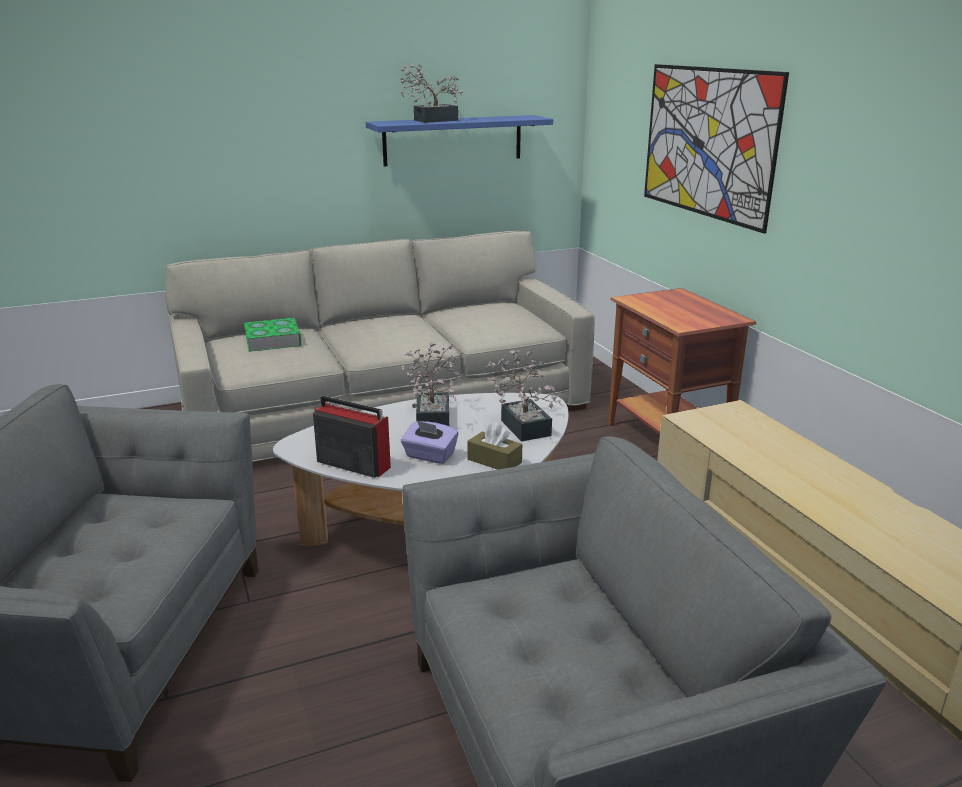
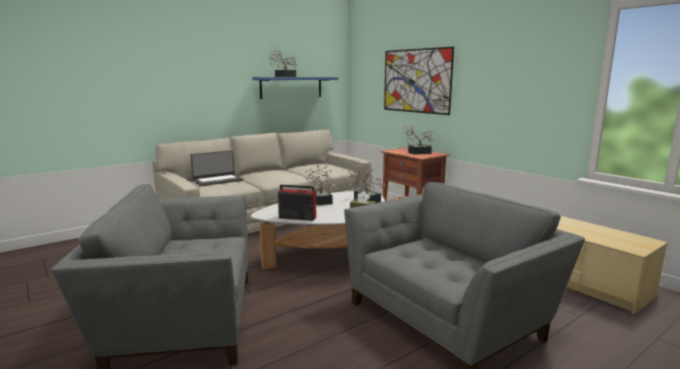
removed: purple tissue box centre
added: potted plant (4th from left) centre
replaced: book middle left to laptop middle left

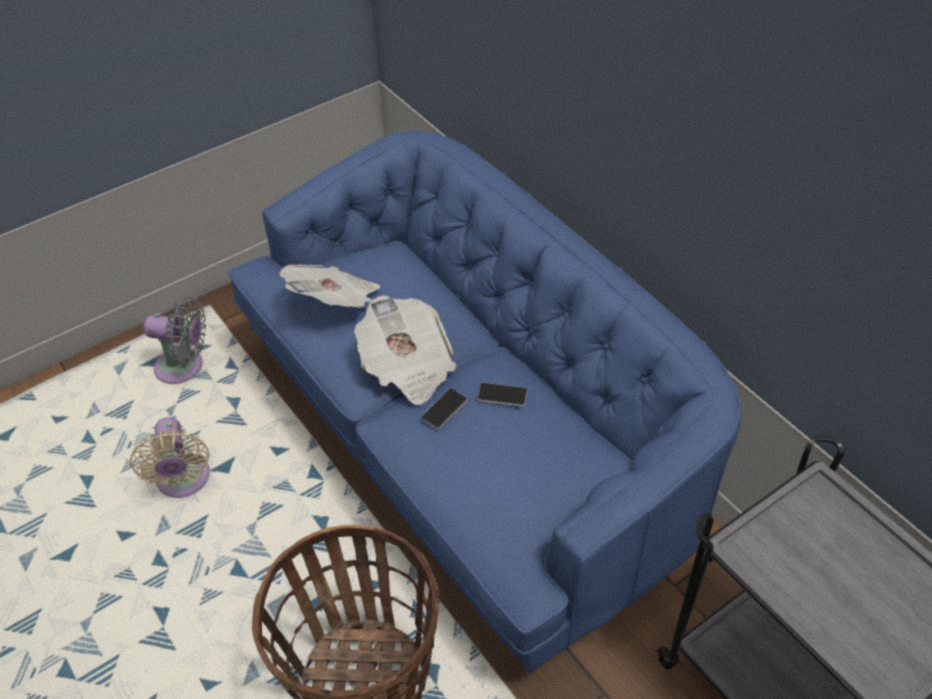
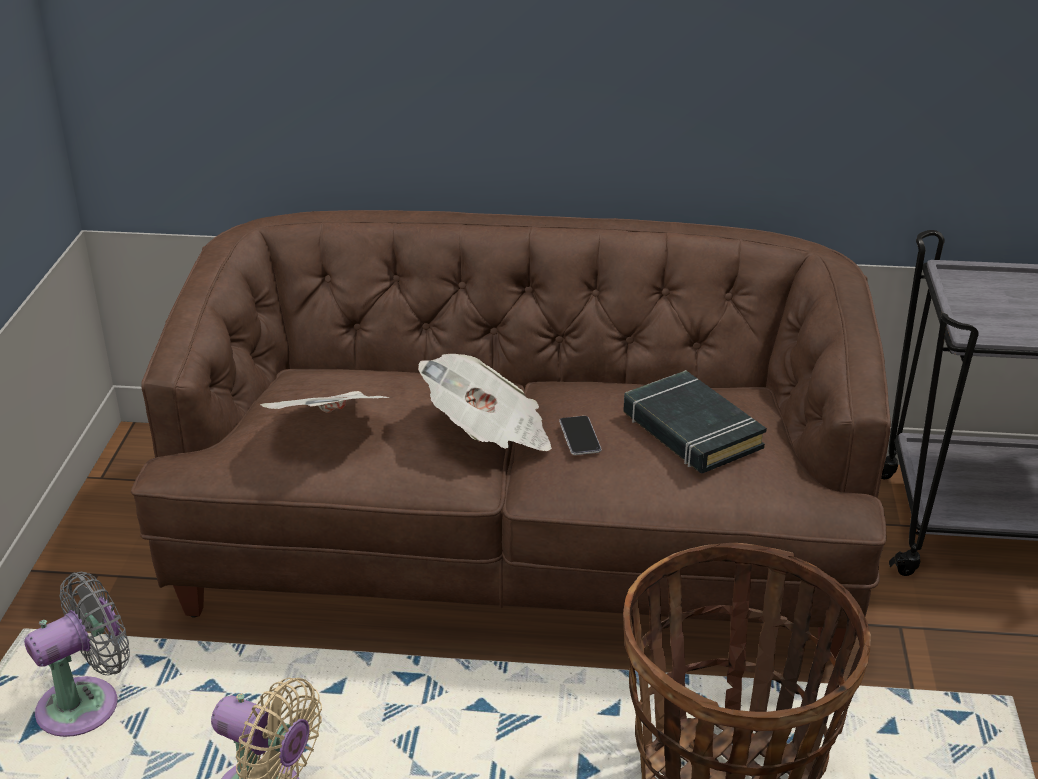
removed: phone (2nd from left) centre
added: black book middle right
recoloured: blue sofa centre to brown sofa centre

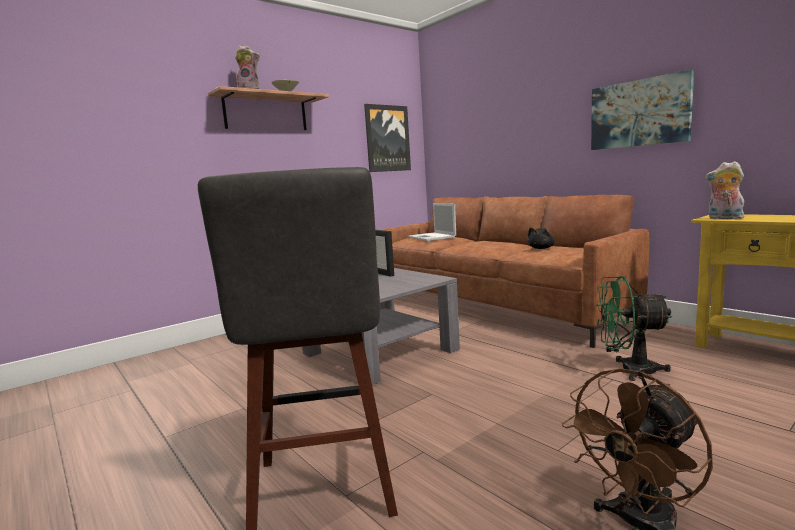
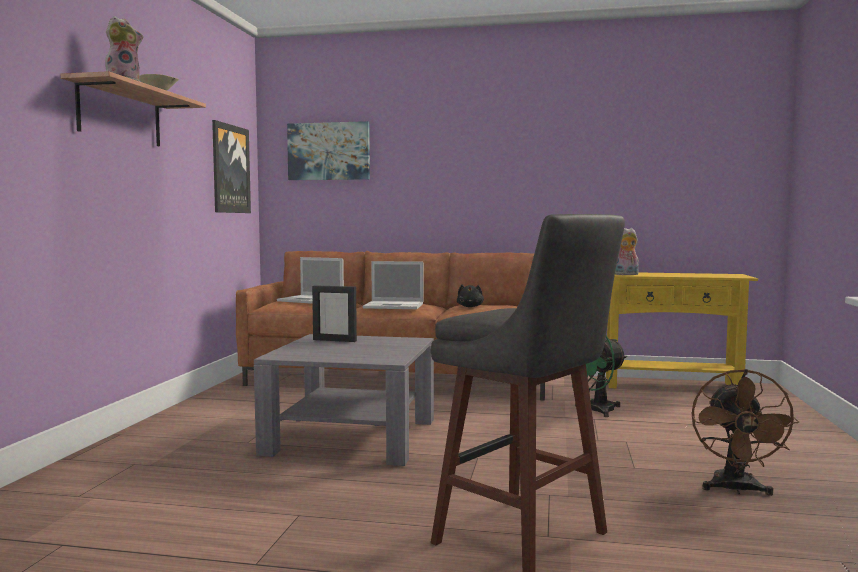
added: laptop (2nd from left) centre
moved: picture (2nd from left) top right to top centre

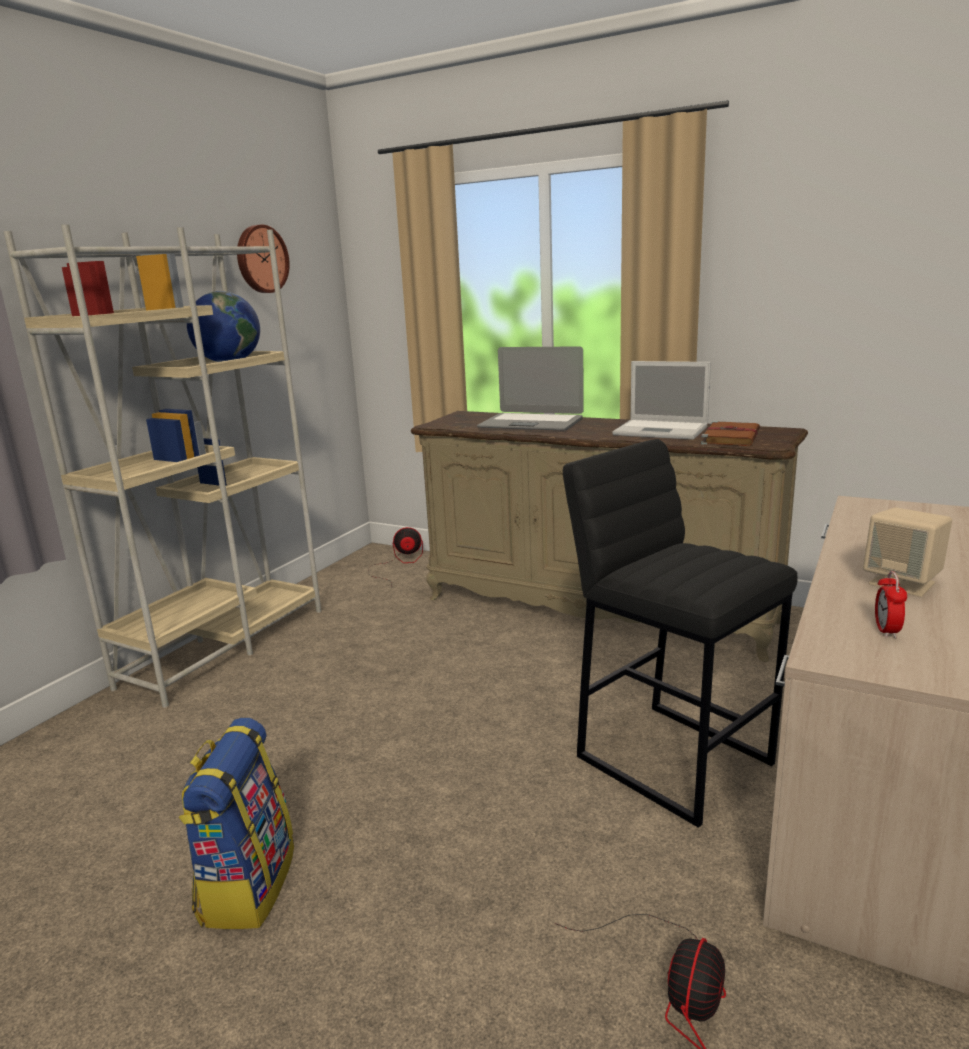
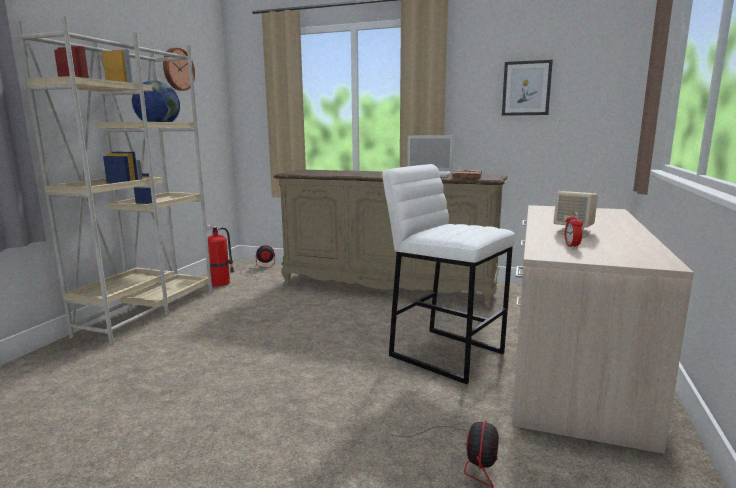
removed: backpack bottom left; laptop (1st from left) centre
added: fire extinguisher middle left; picture top right
recoloured: black stool middle right to white stool centre

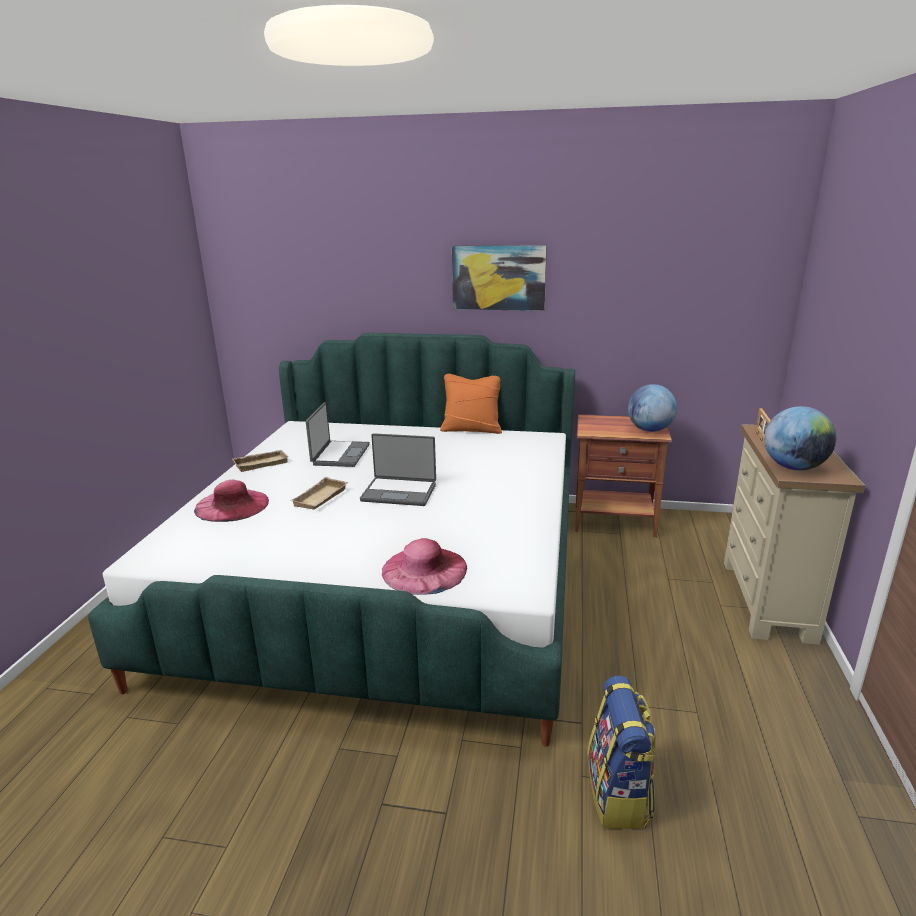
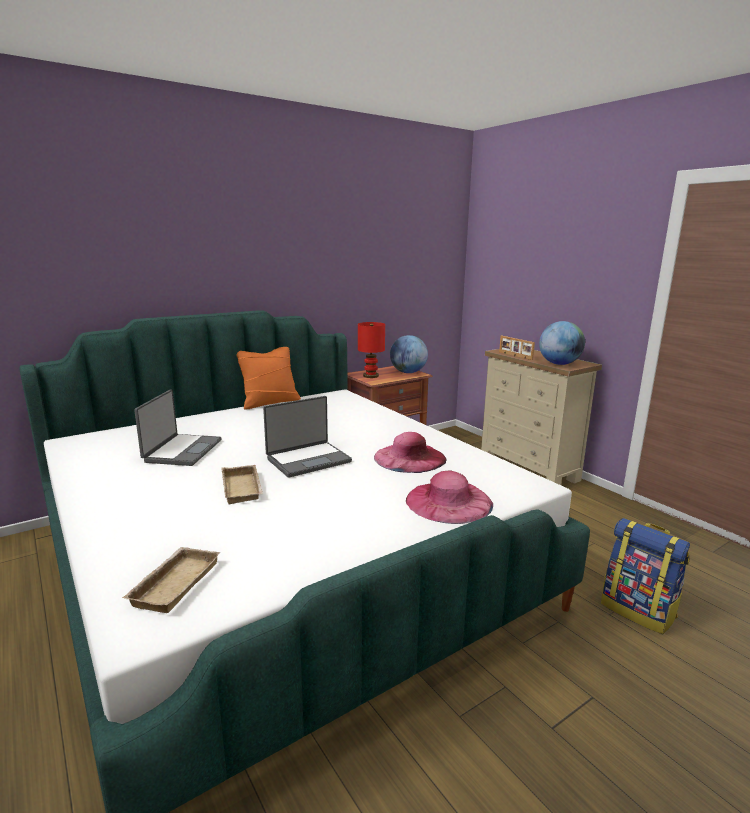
removed: picture top centre
added: red table lamp centre
moved: pink hat (1st from left) middle left to centre; beige tray (1st from left) middle left to bottom left
turned: laptop (1st from left) centre = middle left 45 degrees clockwise

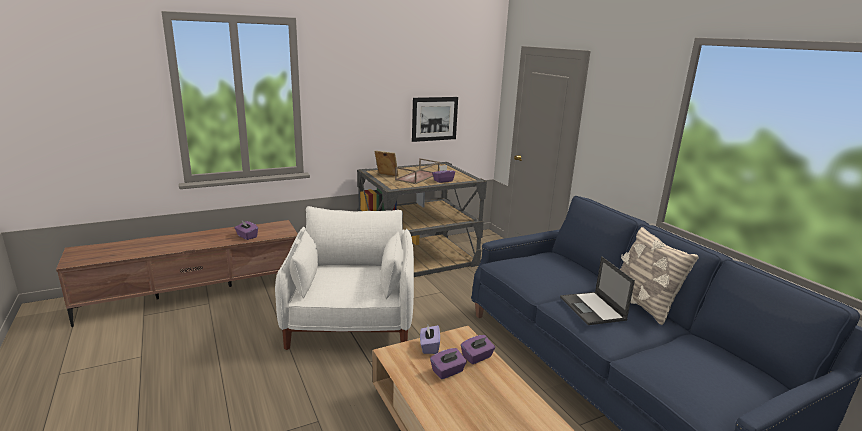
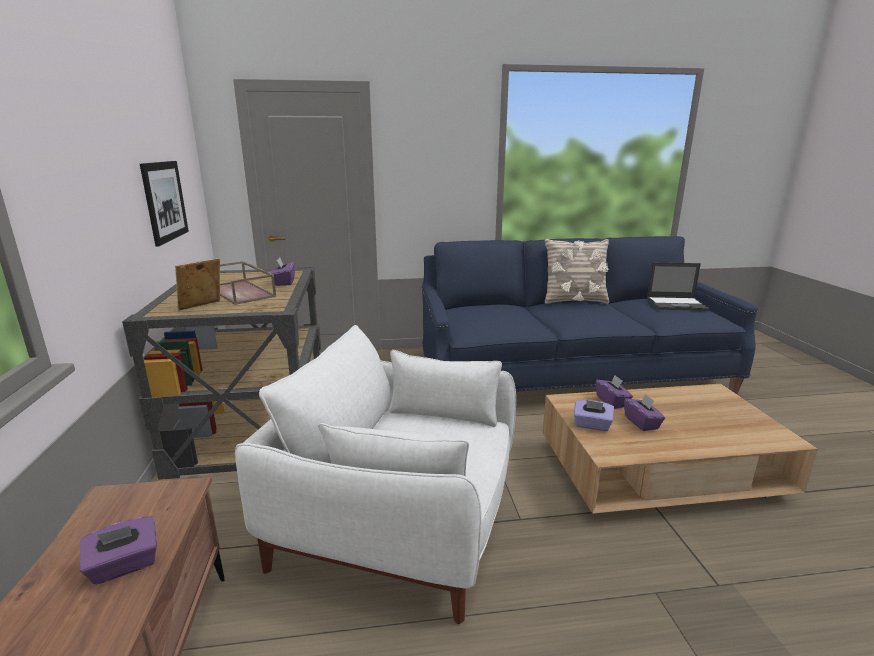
moved: laptop bottom right to middle right

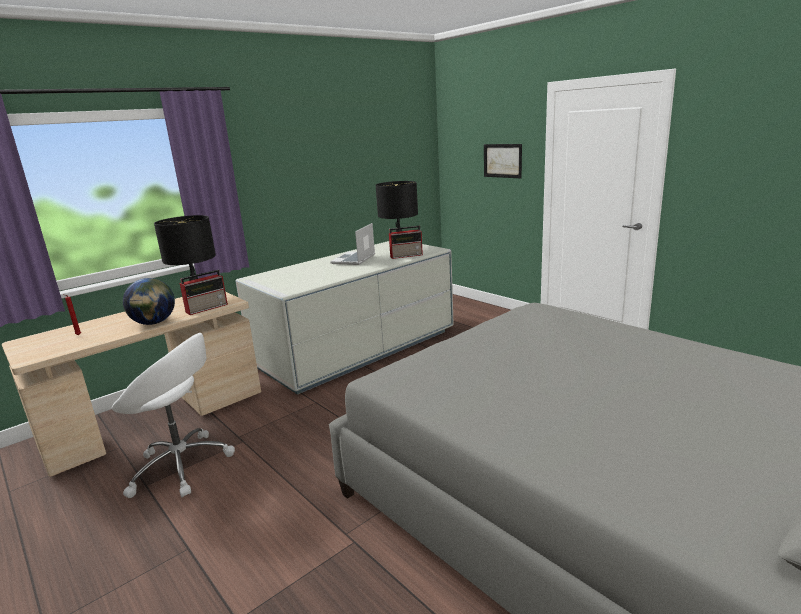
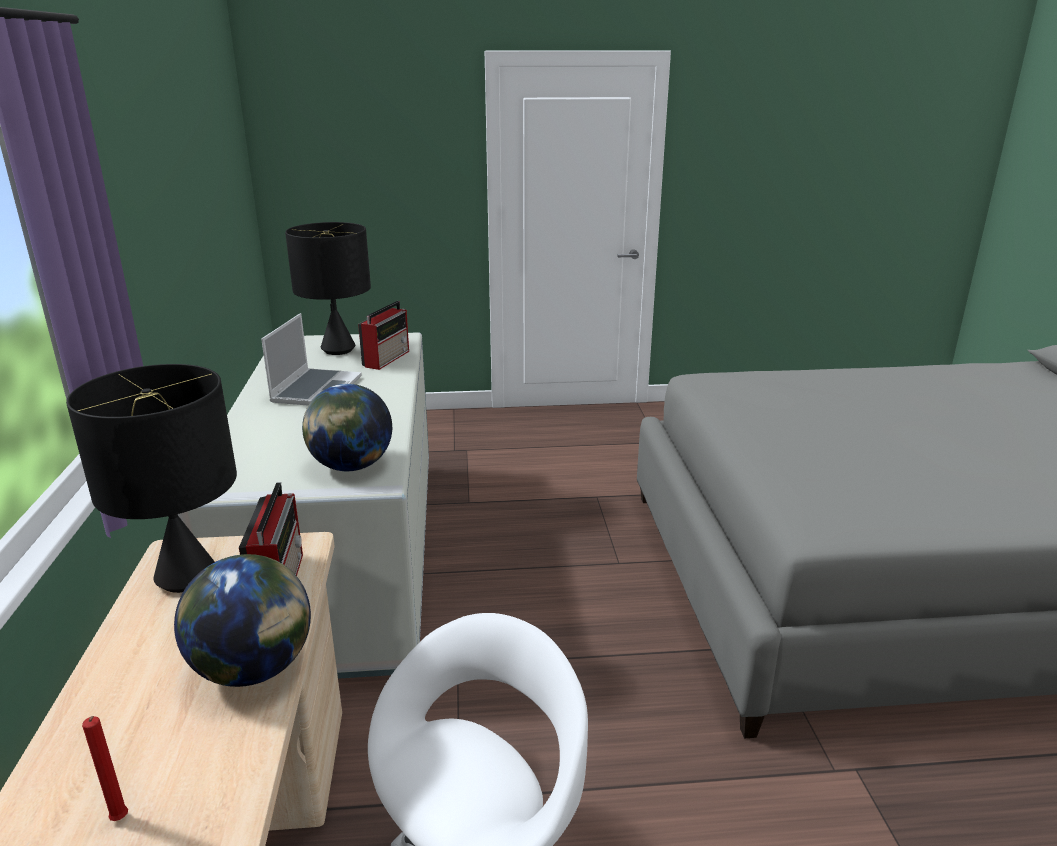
removed: picture top centre
added: globe (2nd from left) middle left
turned: laptop centre = middle left 135 degrees counterclockwise

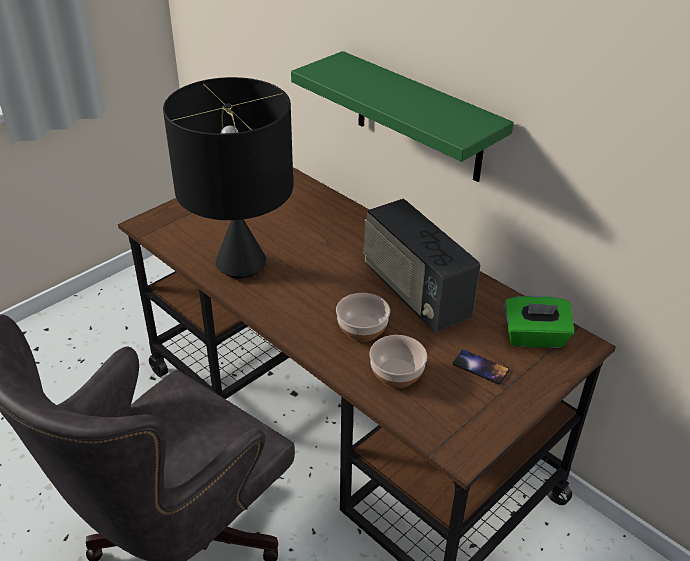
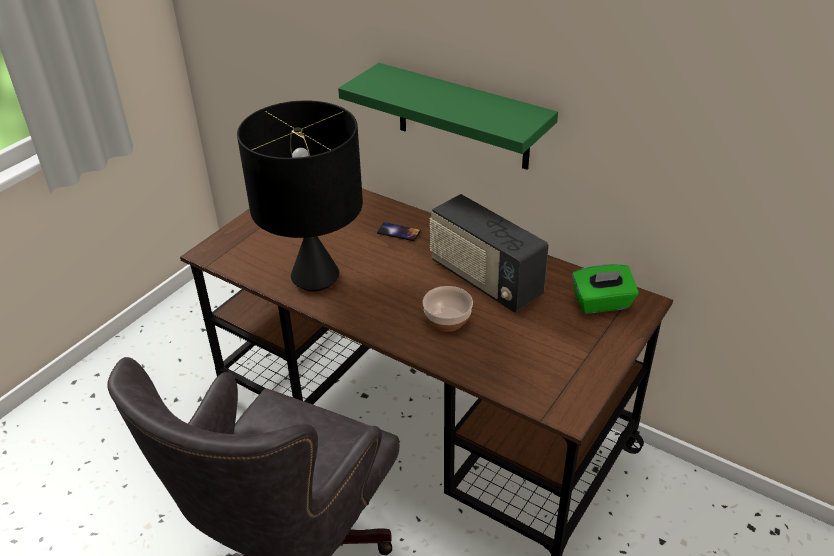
removed: bowl (2nd from left) centre
moved: phone middle right to centre

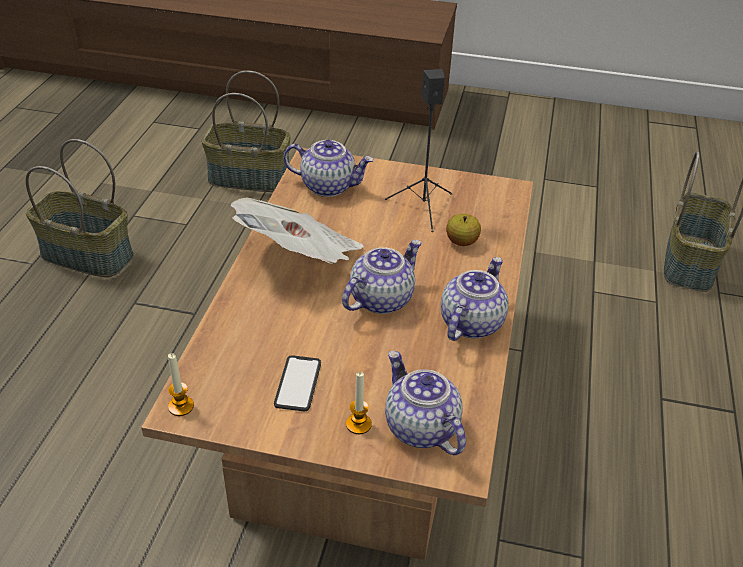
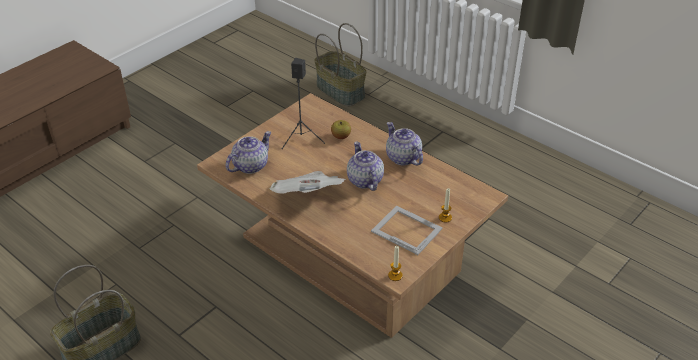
removed: basket (2nd from left) top left; teapot (3rd from left) bottom centre
replaced: phone bottom centre to picture frame centre

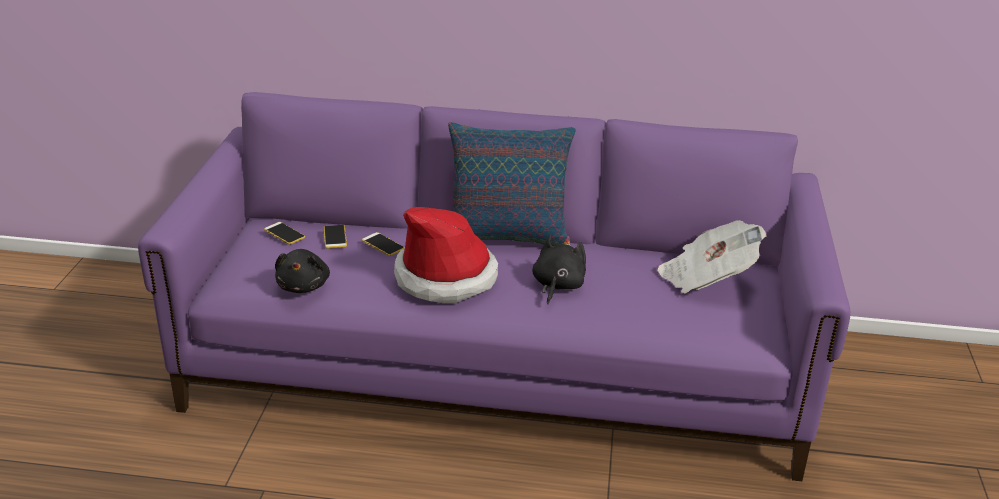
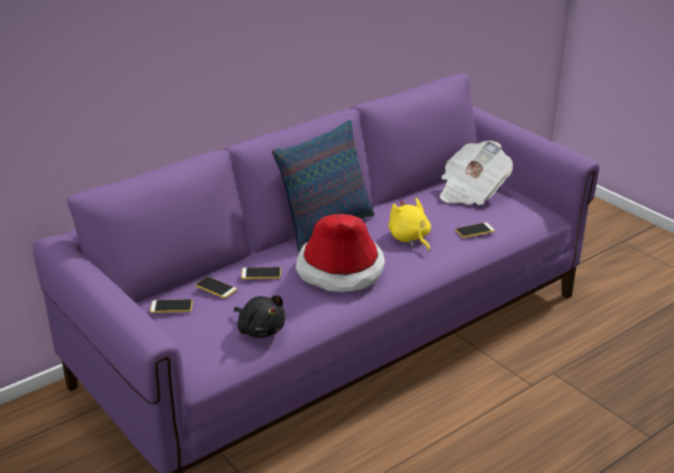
added: phone (4th from left) middle right
recoloured: black plush toy (2nd from left) centre to yellow plush toy centre

